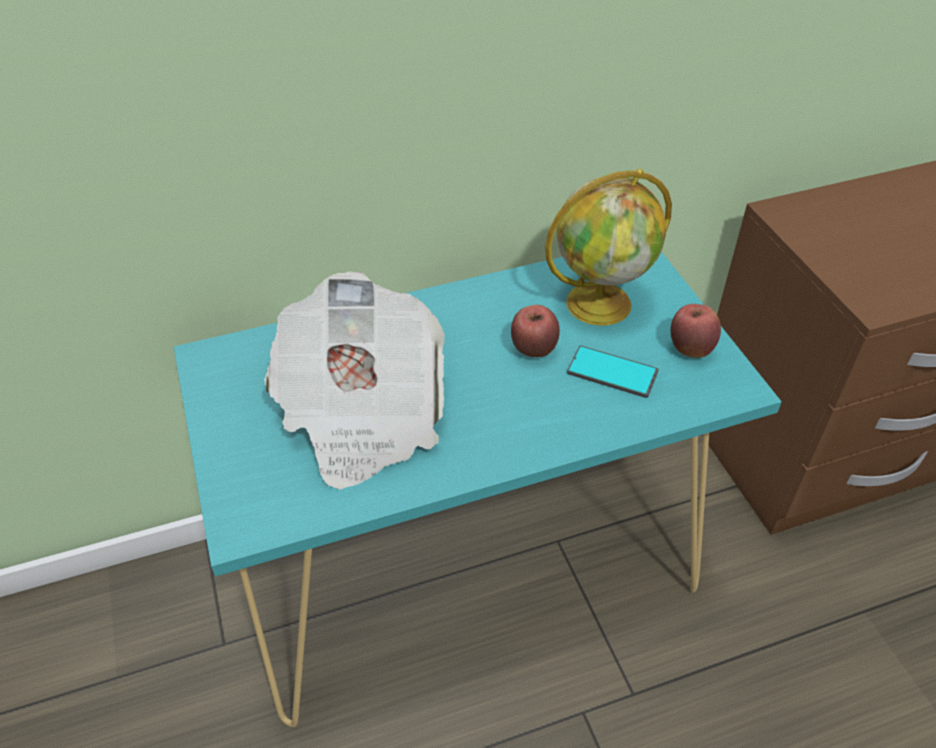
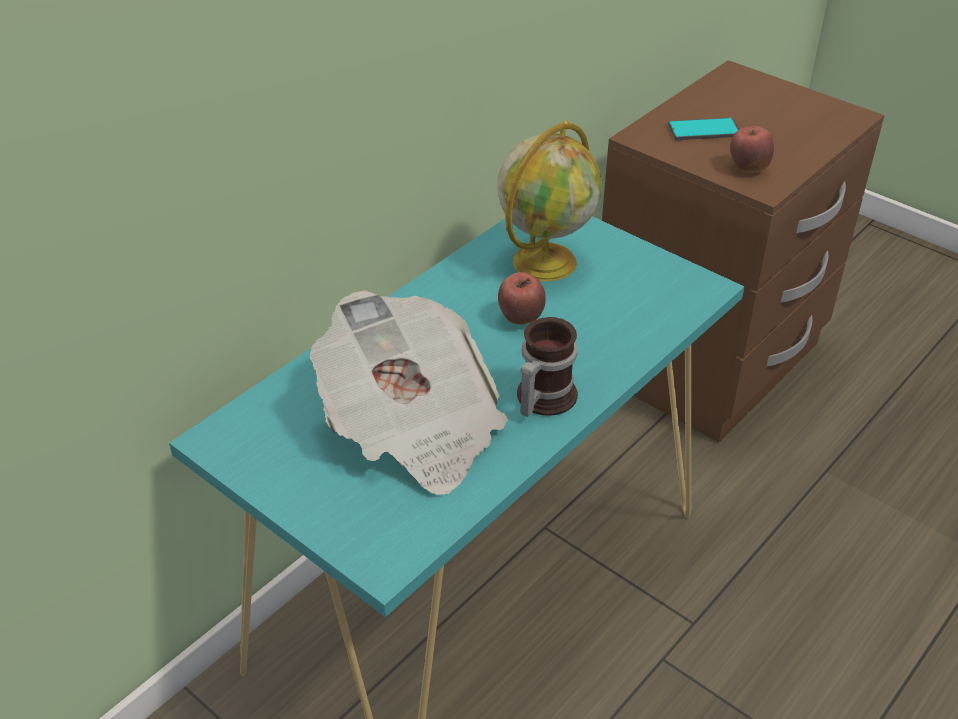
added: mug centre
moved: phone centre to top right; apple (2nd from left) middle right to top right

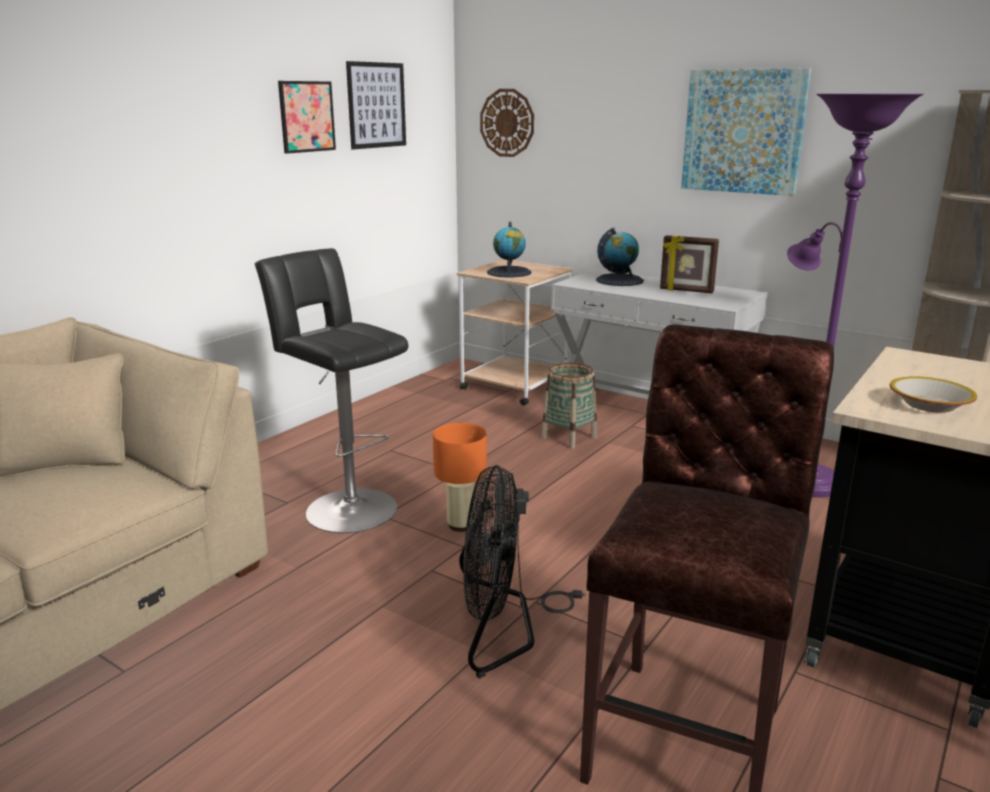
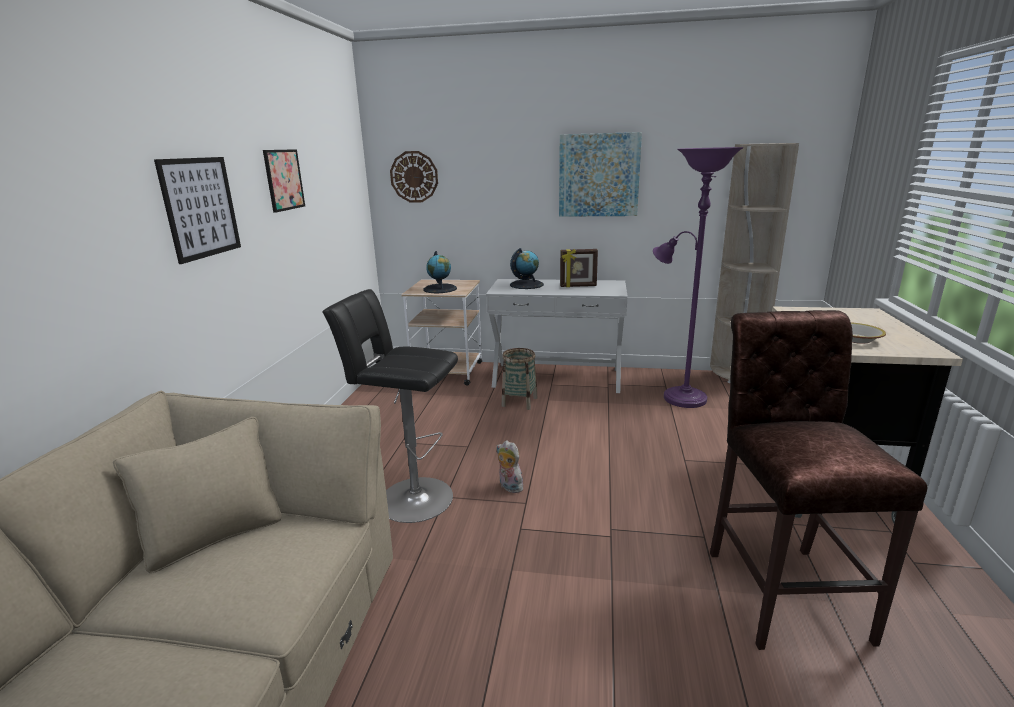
removed: black fan bottom centre
moved: picture (2nd from left in the first image) top centre to picture (1st from left) top left
replaced: orange table lamp centre to plush toy centre

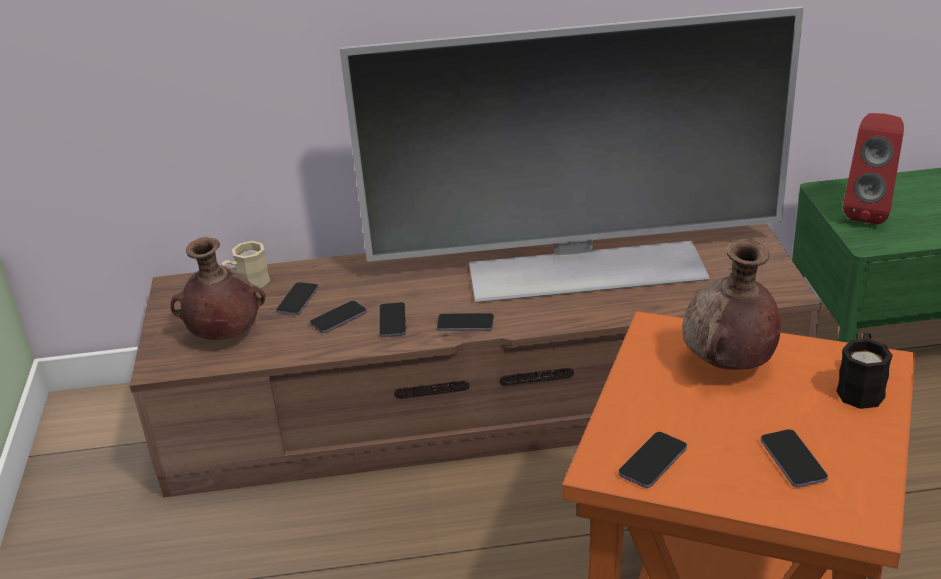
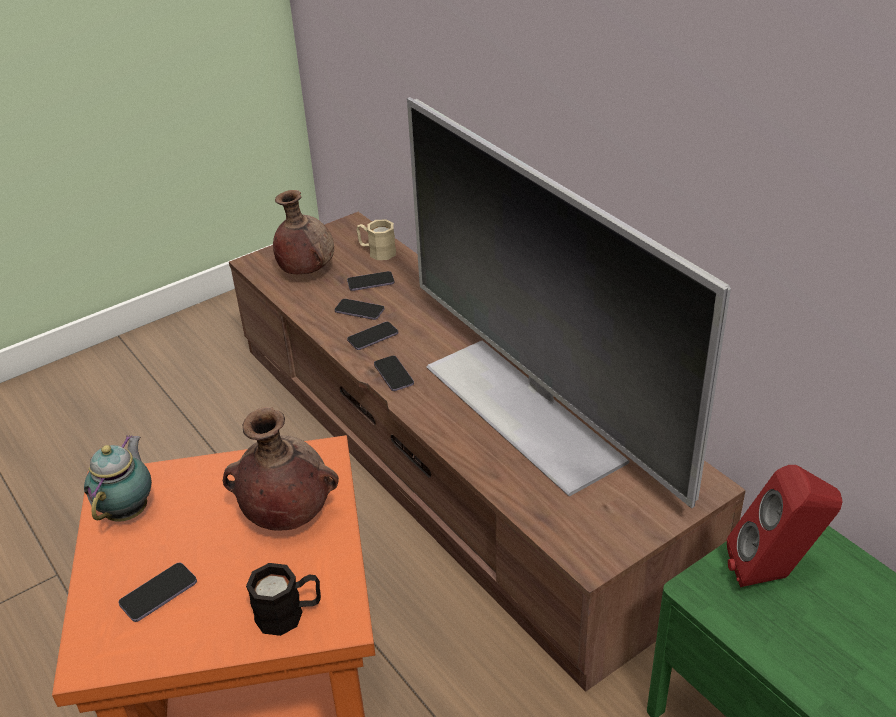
replaced: phone (5th from left) bottom right to teapot bottom left

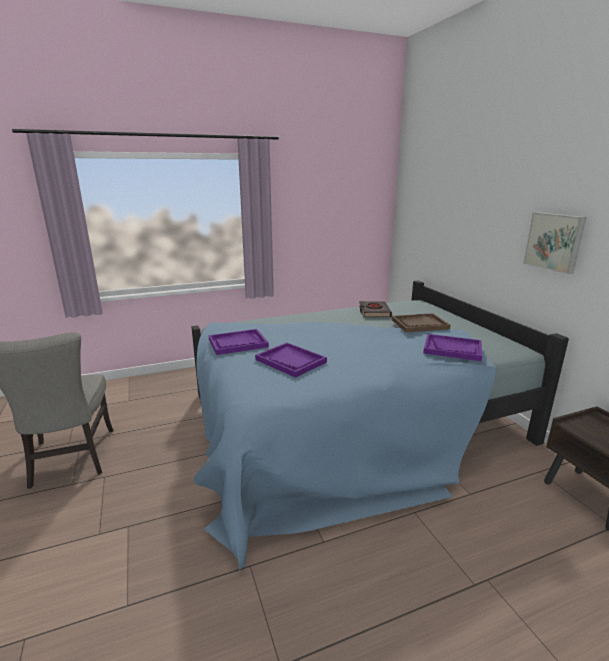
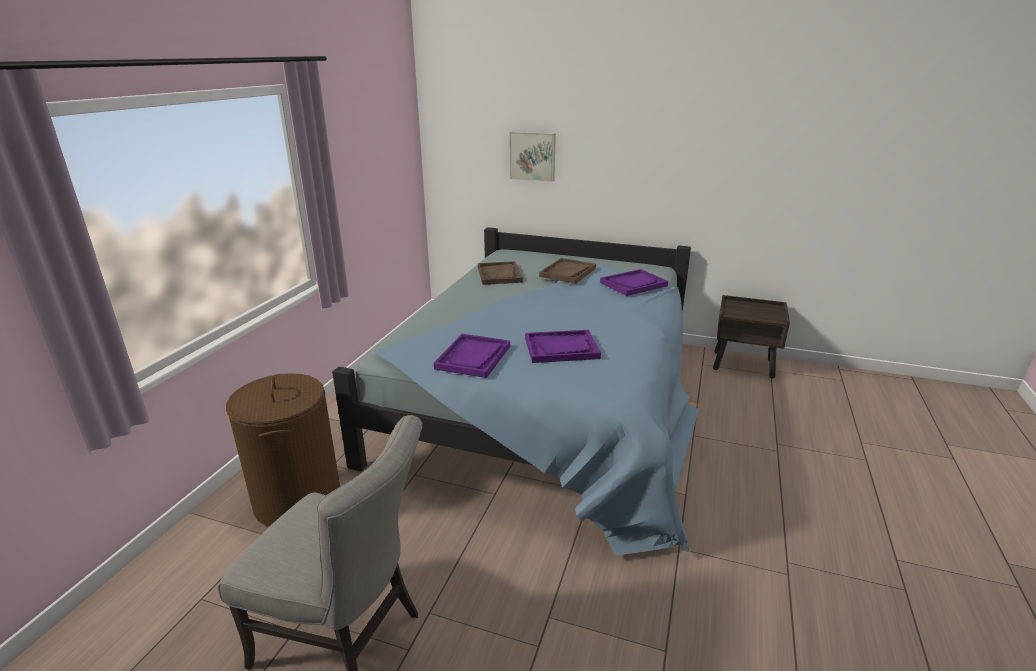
added: brown laundry basket bottom left
moved: picture middle right to top centre
replaced: black book centre to brown tray (1st from left) centre

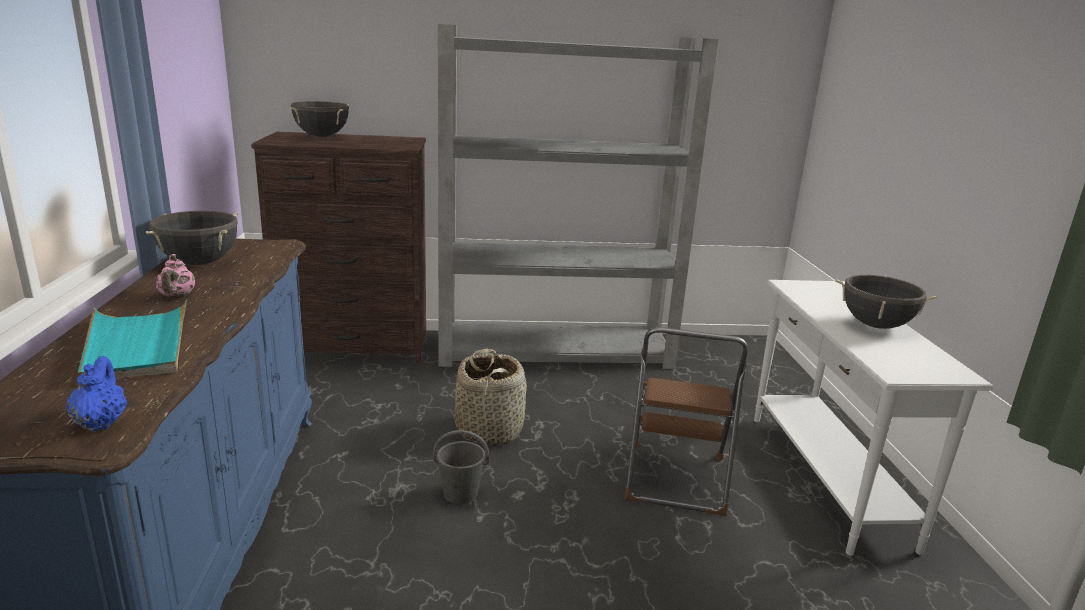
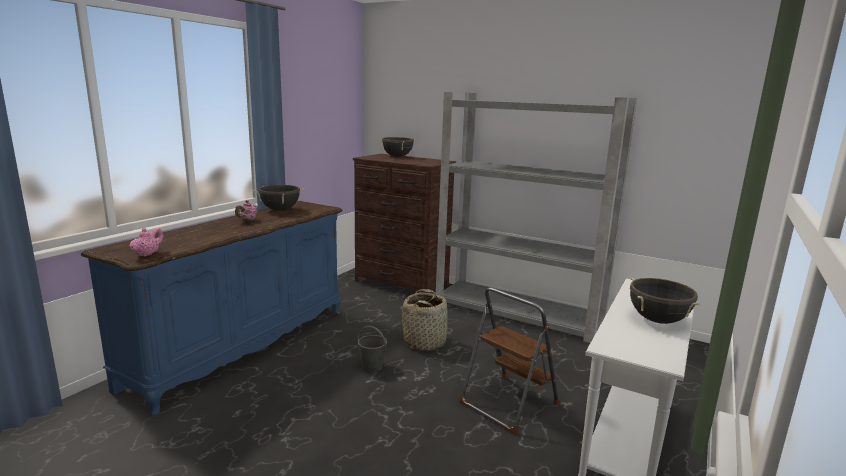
removed: turquoise tray middle left
recoloured: blue teapot middle left to pink teapot (1st from left) middle left

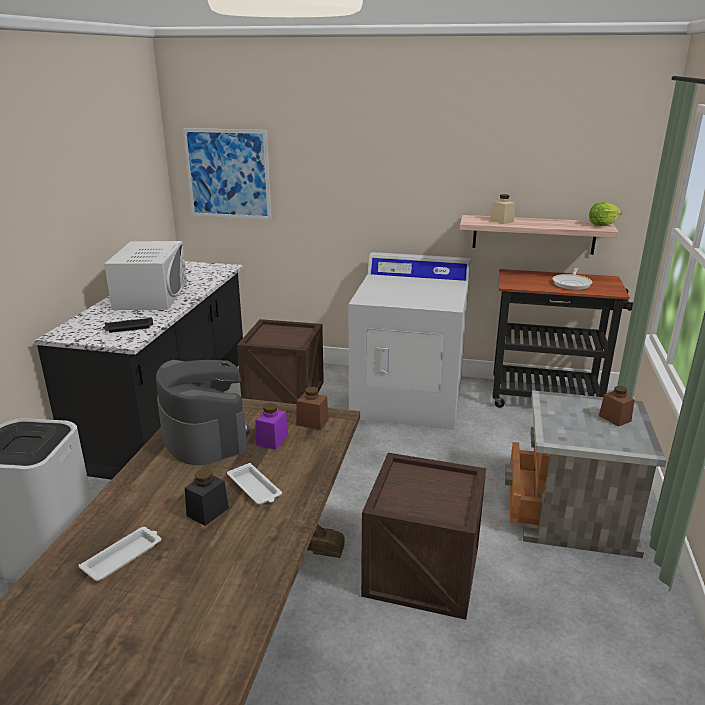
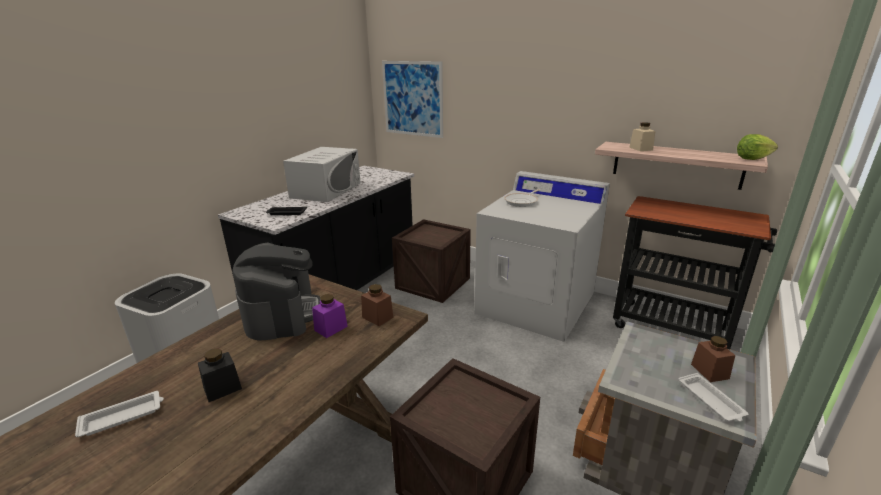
moved: white tray (2nd from left) bottom centre to bottom right; frying pan middle right to centre

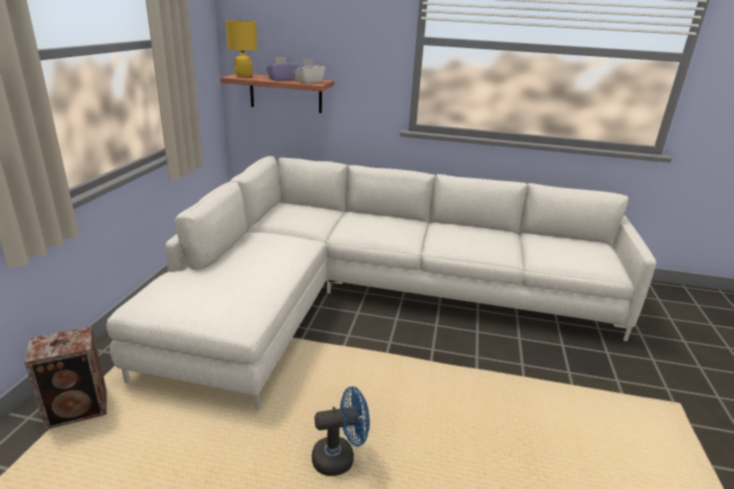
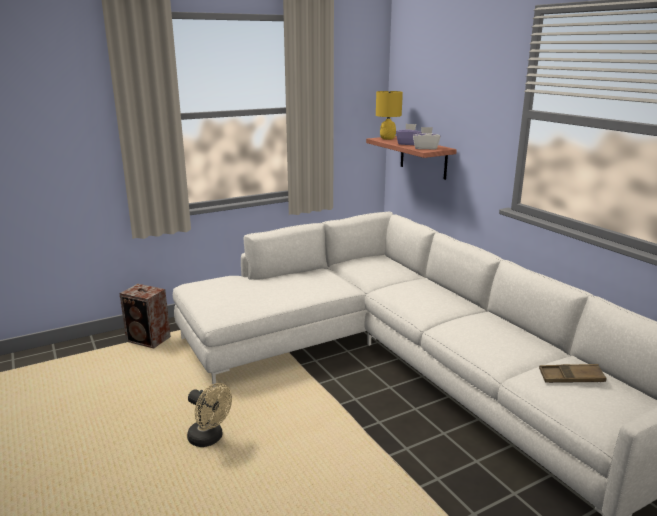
added: brown tray bottom right
recoloured: blue fan bottom centre to beige fan bottom left

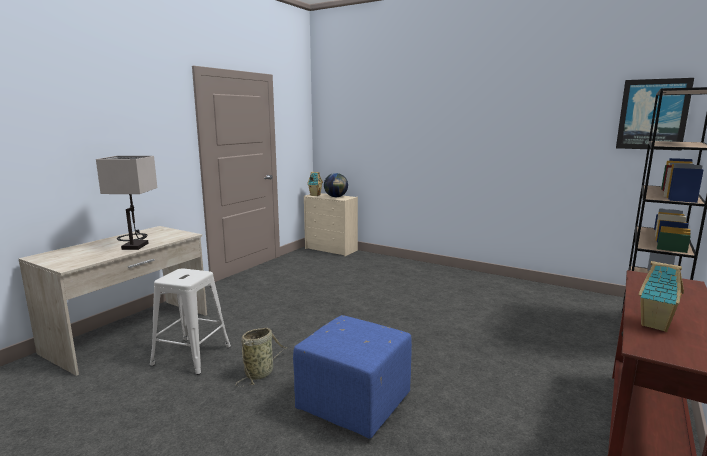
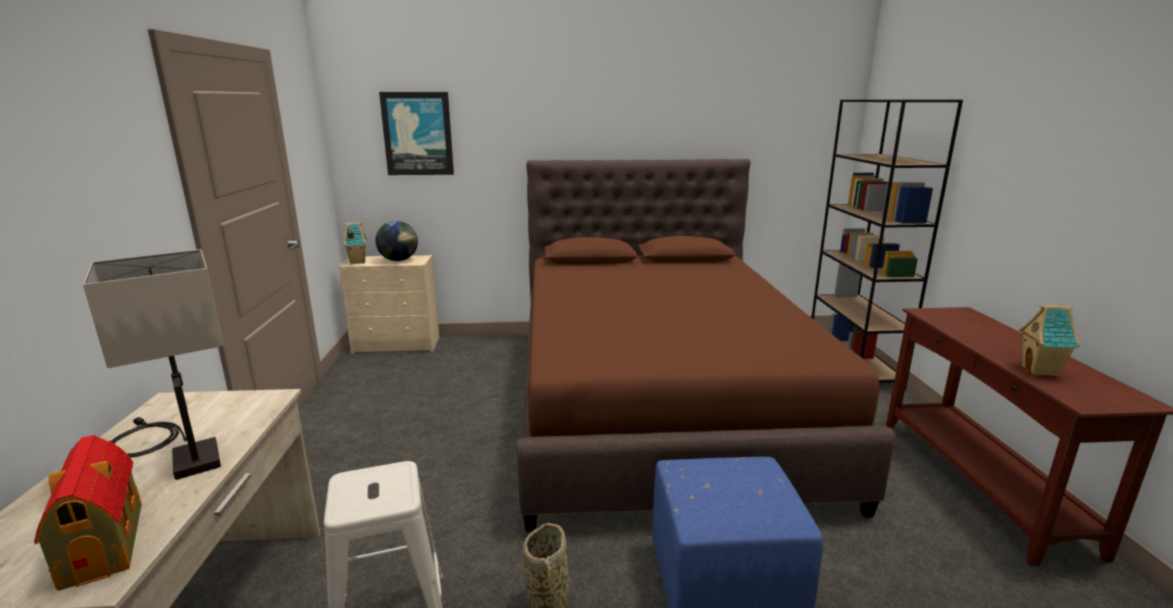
added: toy house (1st from left) bottom left; brown bed centre
moved: picture top right to top centre

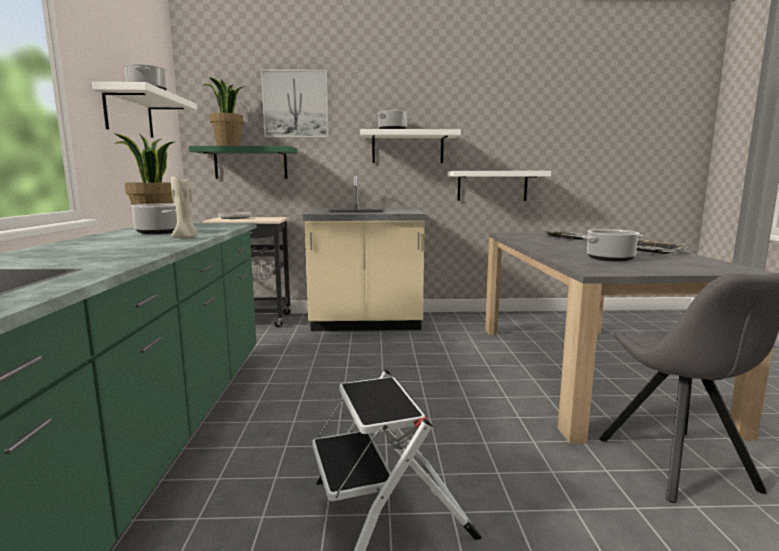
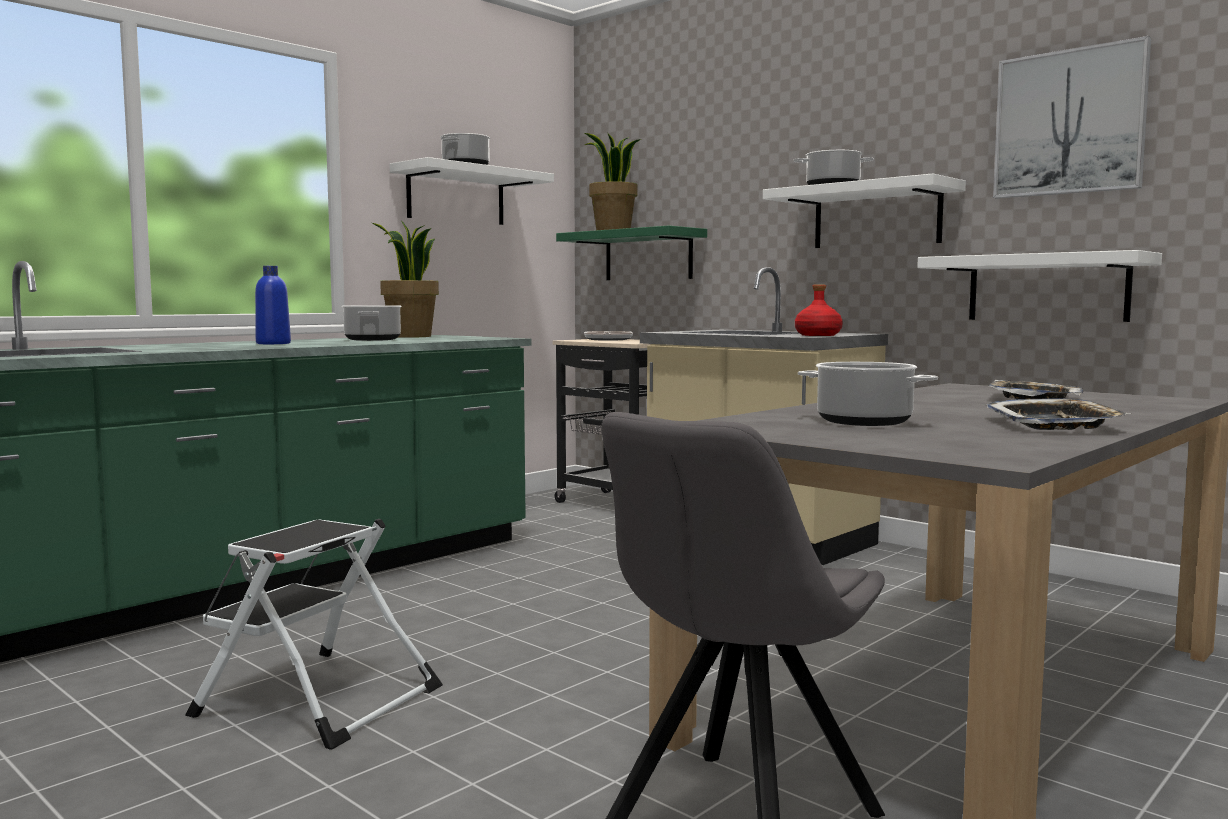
removed: beige candle middle left
added: blue bottle middle left; red bottle middle right
moved: picture top centre to top right

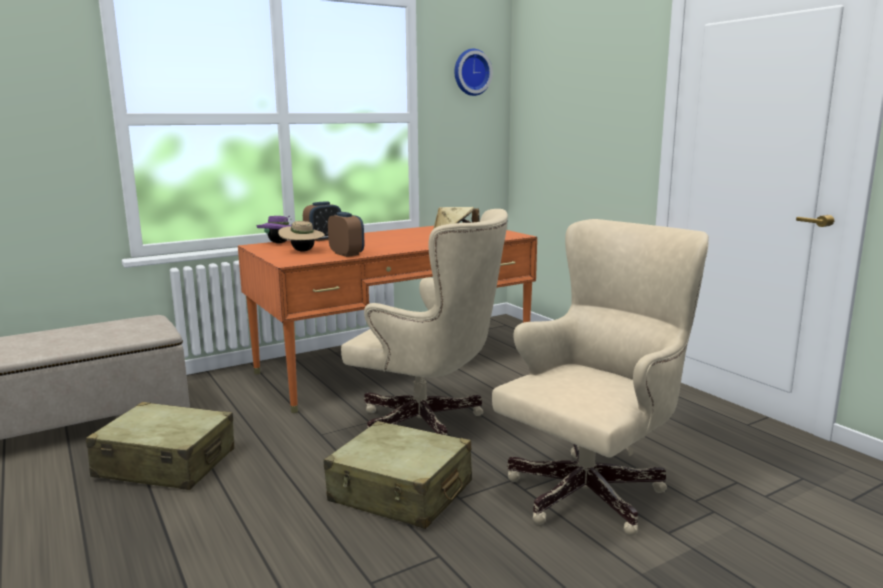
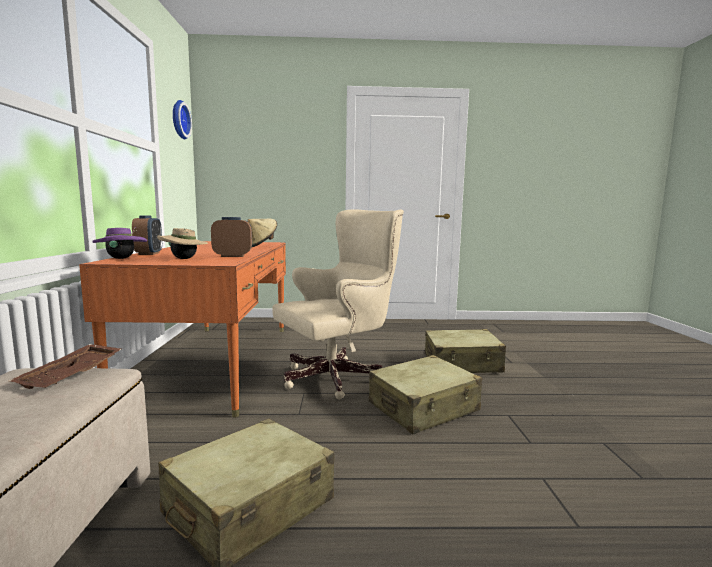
added: brown tray middle left
replaced: beige office chair (2nd from left) middle right to beige suitcase (3rd from left) centre

